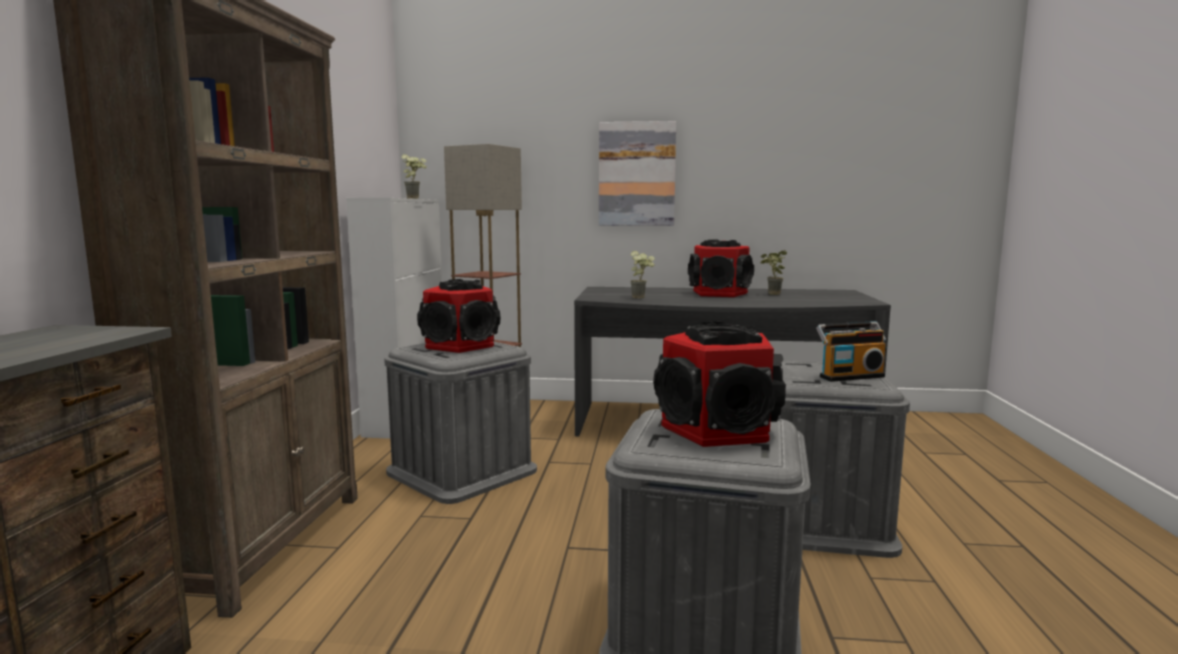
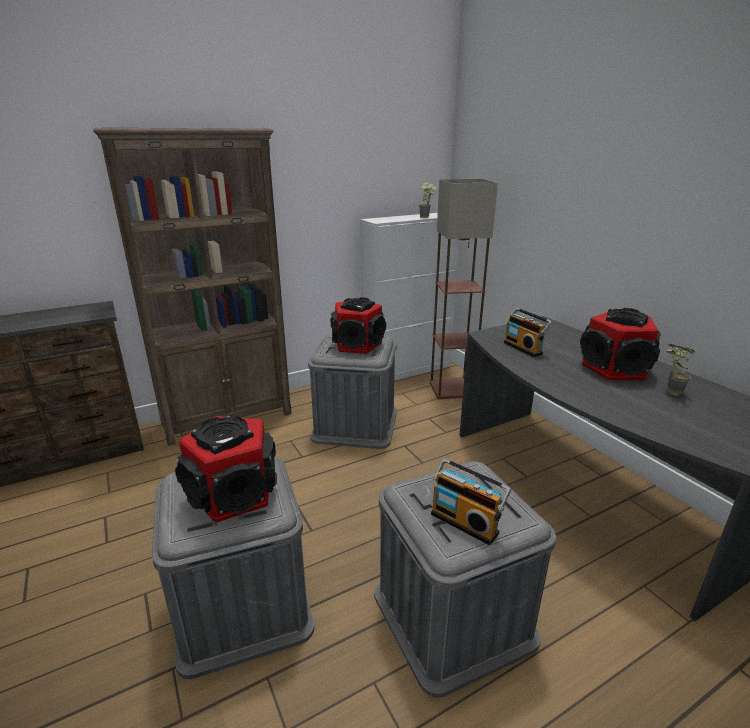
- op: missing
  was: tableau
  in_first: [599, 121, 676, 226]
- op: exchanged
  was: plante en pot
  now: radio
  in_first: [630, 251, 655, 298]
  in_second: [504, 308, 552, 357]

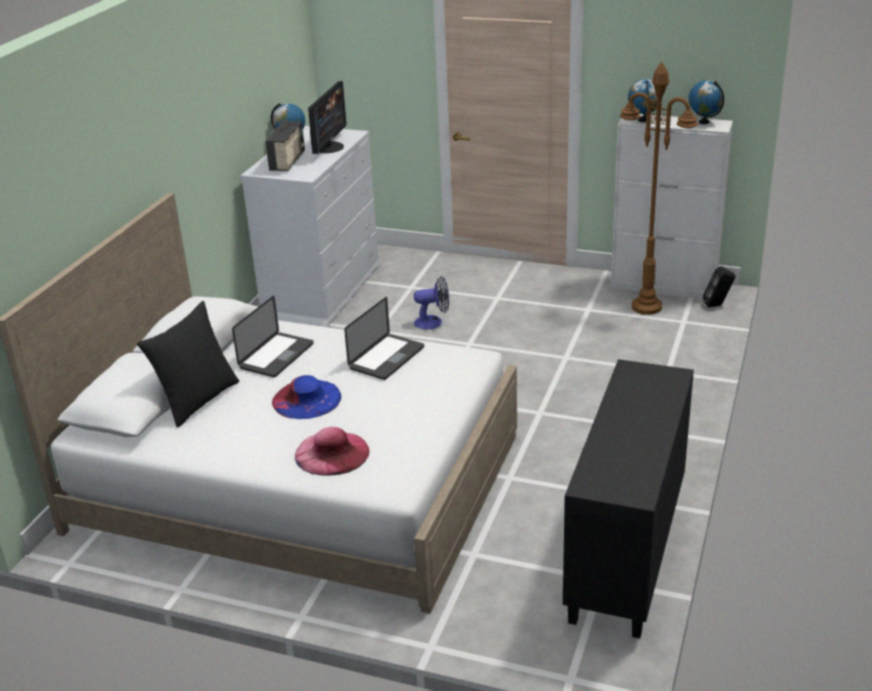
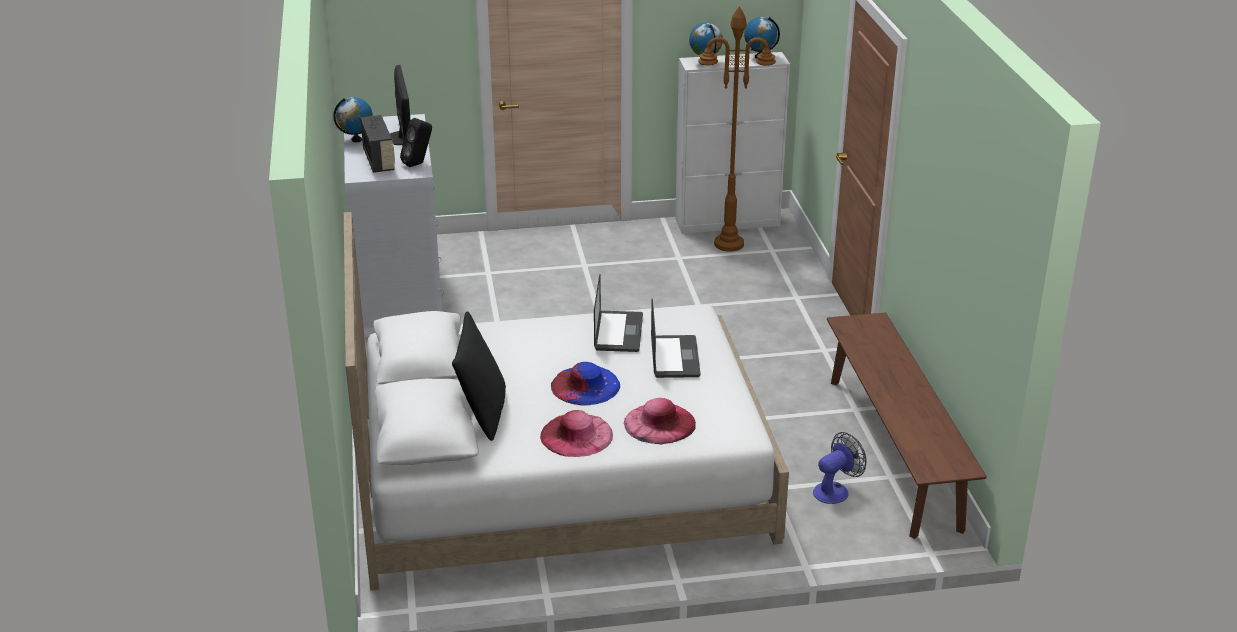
- op: appeared
  now: chapeau (rose)
  in_second: [540, 410, 613, 457]
- op: relocated
  was: ordinateur portable
  in_first: [232, 296, 314, 377]
  in_second: [651, 298, 700, 378]
- op: relocated
  was: ventilateur
  in_first: [414, 276, 449, 329]
  in_second: [813, 432, 866, 504]
- op: relocated
  was: enceinte (noir)
  in_first: [703, 266, 735, 307]
  in_second: [400, 118, 432, 167]
- op: exchanged
  was: meuble de rangement (noir)
  now: banc (marron)
  in_first: [563, 359, 694, 639]
  in_second: [827, 313, 987, 539]

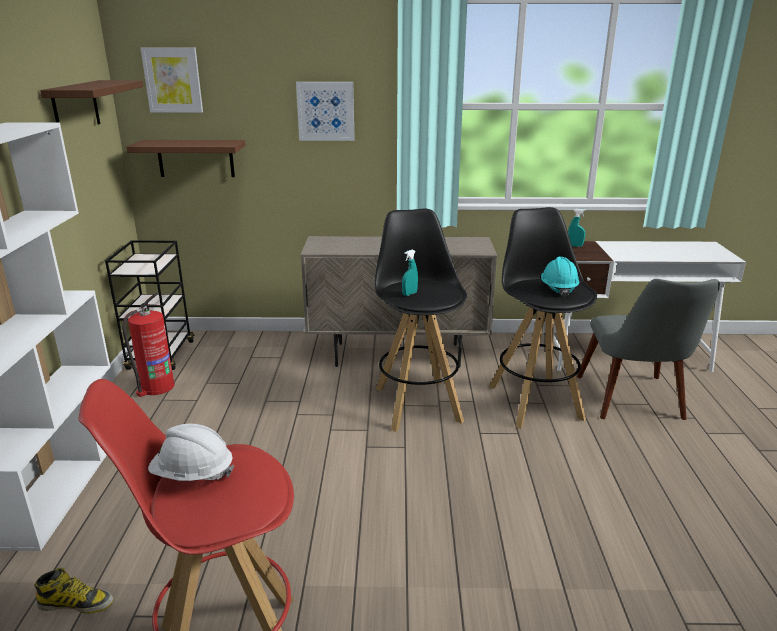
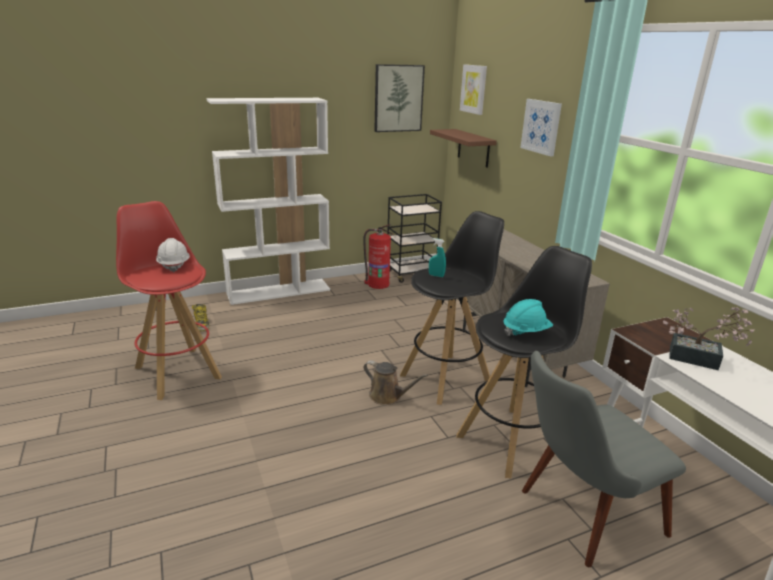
- op: missing
  was: vaporisateur (turquoise)
  in_first: [568, 209, 586, 247]
- op: appeared
  now: arrosoir (marron)
  in_second: [364, 361, 428, 405]
- op: appeared
  now: plante en pot
  in_second: [663, 307, 754, 370]
- op: exchanged
  was: étagère (marron)
  now: tableau
  in_first: [40, 80, 143, 124]
  in_second: [374, 64, 425, 132]

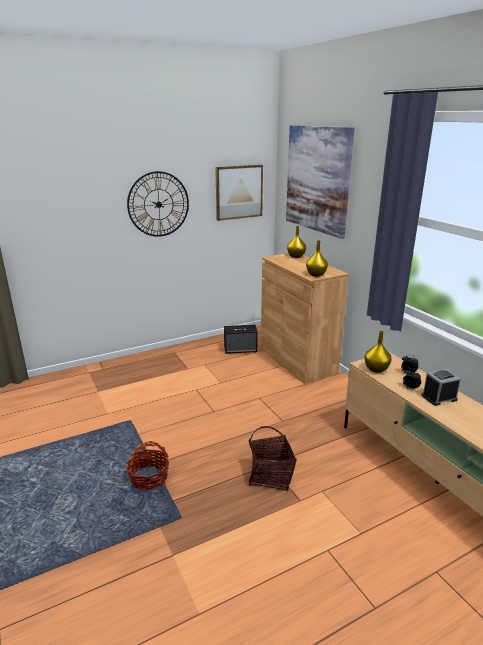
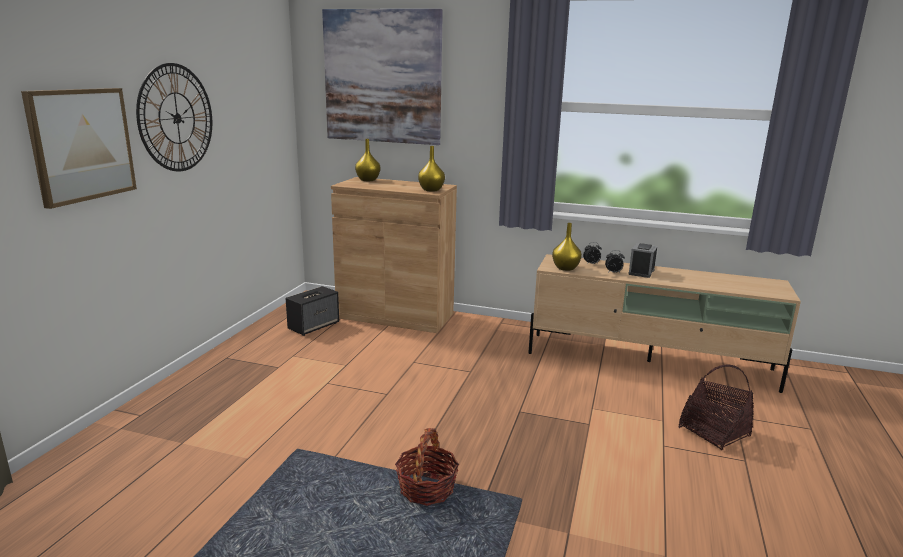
- op: relocated
  was: tableau
  in_first: [215, 165, 263, 221]
  in_second: [21, 88, 137, 209]
- op: relocated
  was: panier
  in_first: [248, 426, 297, 490]
  in_second: [679, 365, 754, 450]

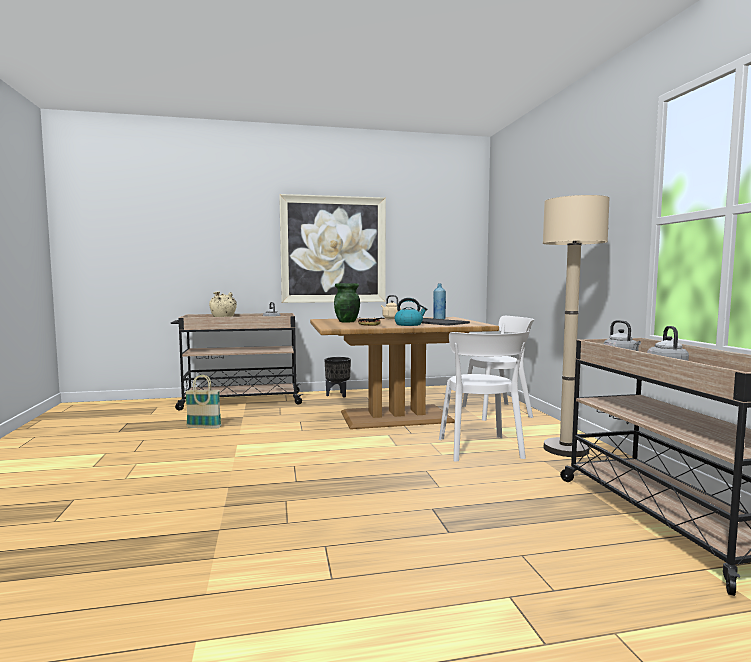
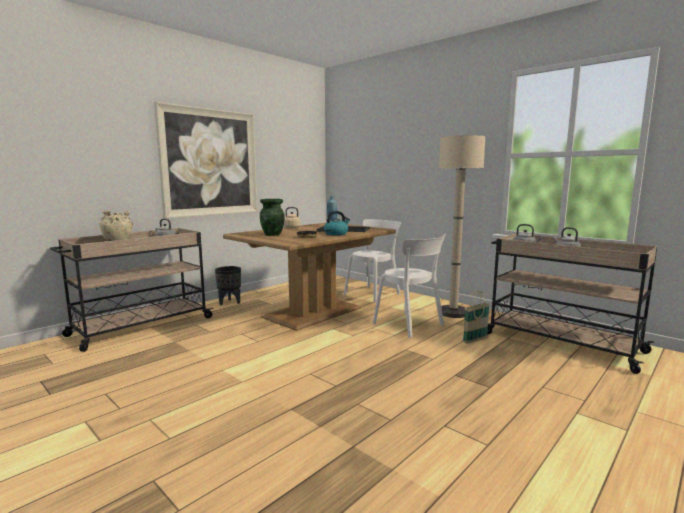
- op: relocated
  was: panier
  in_first: [185, 375, 222, 429]
  in_second: [463, 291, 489, 343]

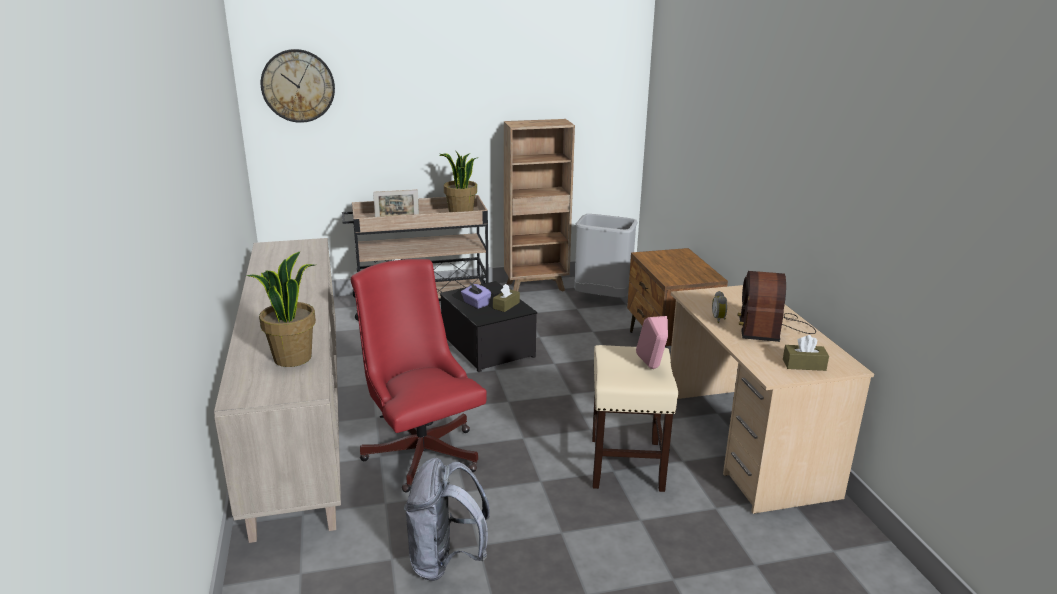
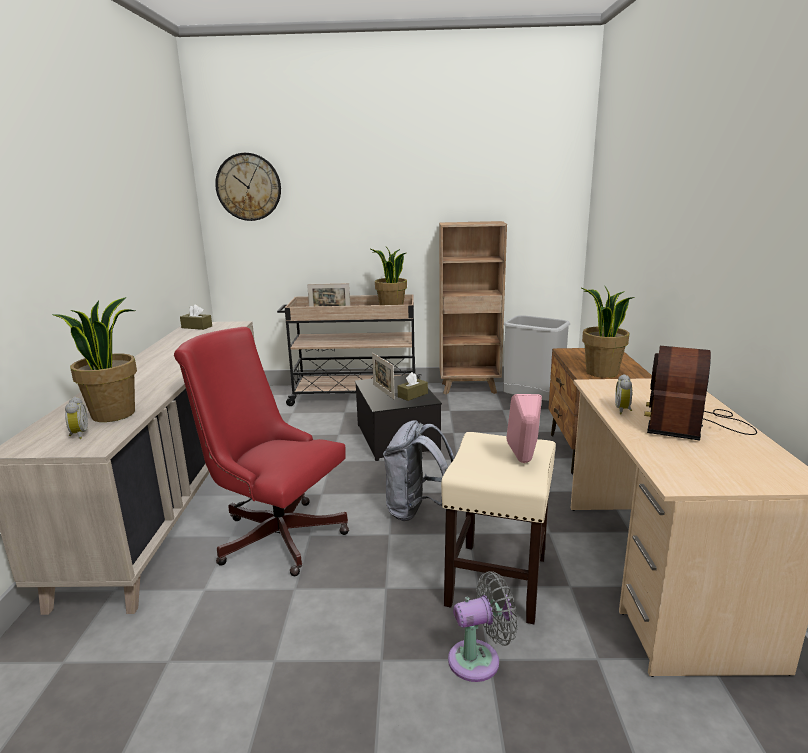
- op: appeared
  now: réveil
  in_second: [65, 397, 88, 439]
- op: appeared
  now: ventilateur (gris)
  in_second: [448, 571, 518, 682]
- op: appeared
  now: plante en pot
  in_second: [580, 285, 635, 378]
- op: relocated
  was: sac à dos (gris)
  in_first: [404, 458, 490, 581]
  in_second: [383, 420, 454, 521]
- op: relocated
  was: boîte à mouchoirs (marron)
  in_first: [783, 335, 829, 371]
  in_second: [180, 304, 212, 330]
- op: exchanged
  was: boîte à mouchoirs (violet)
  now: cadre photo
  in_first: [461, 283, 491, 309]
  in_second: [372, 353, 395, 399]
- op: spun
  was: chaise de bureau (rouge)
  in_first: [351, 259, 487, 492]
  in_second: [174, 327, 349, 576]
  clockwise: -45

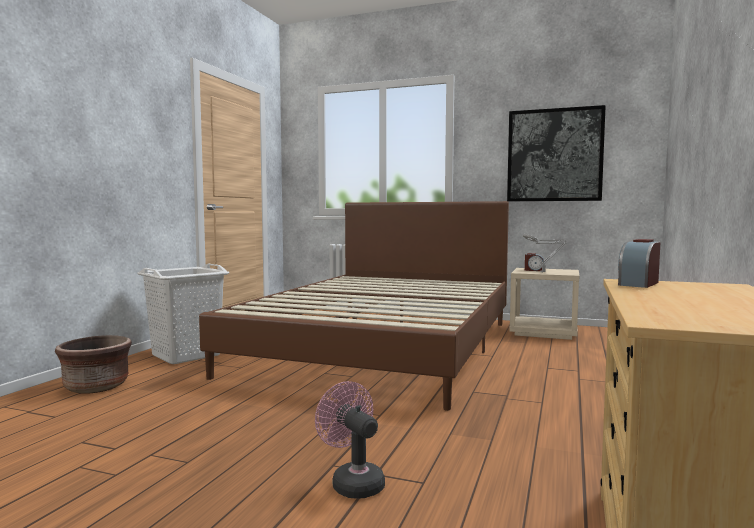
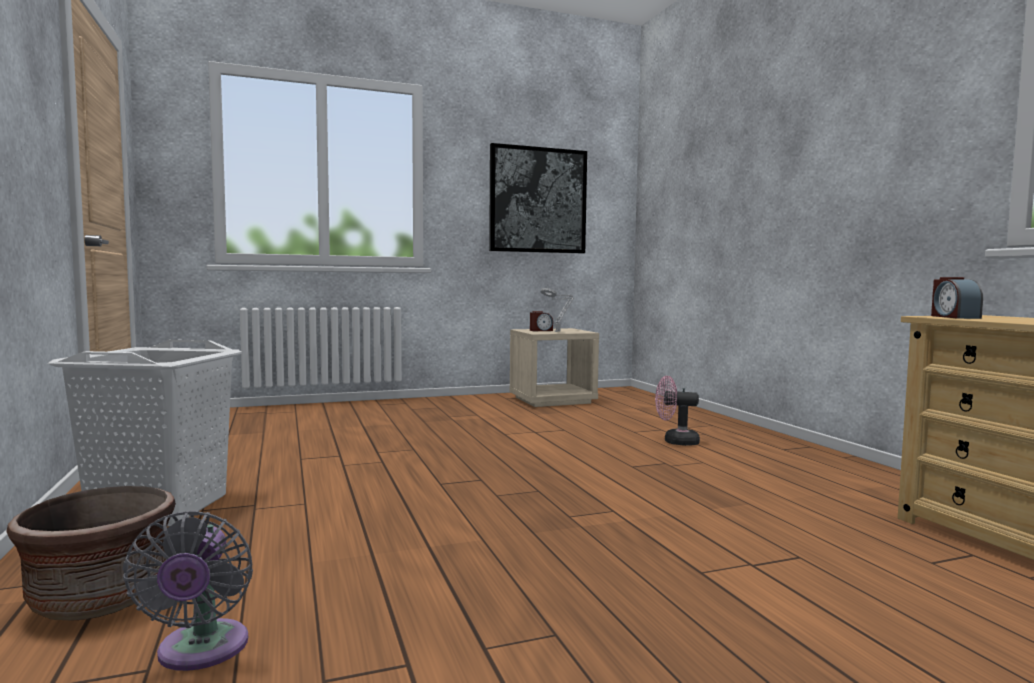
- op: missing
  was: lit (marron)
  in_first: [199, 201, 509, 411]
- op: appeared
  now: ventilateur (gris)
  in_second: [122, 510, 253, 671]
- op: relocated
  was: ventilateur (rose)
  in_first: [315, 381, 385, 499]
  in_second: [655, 376, 700, 446]

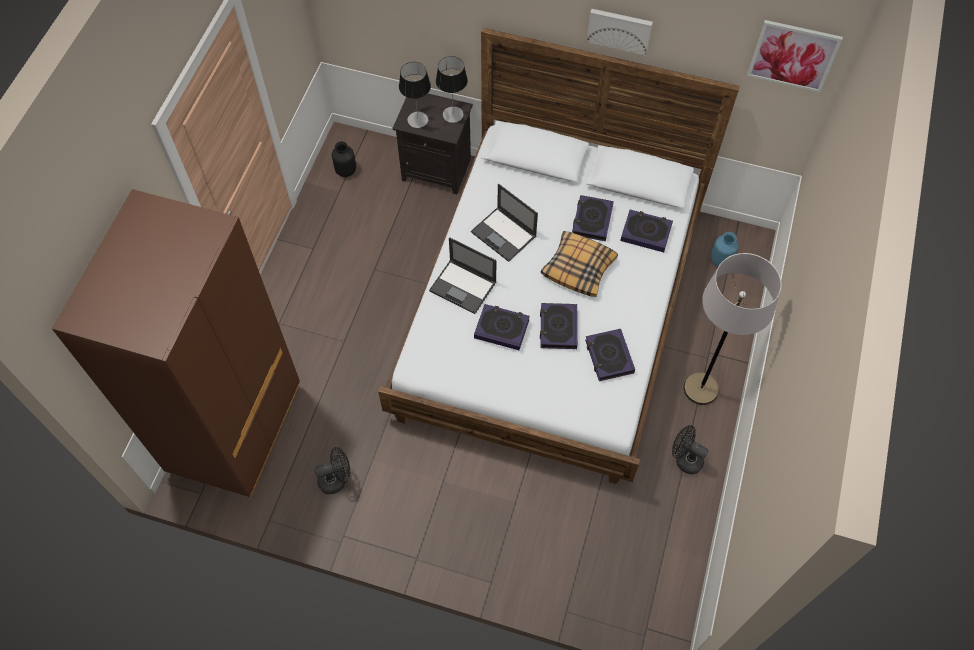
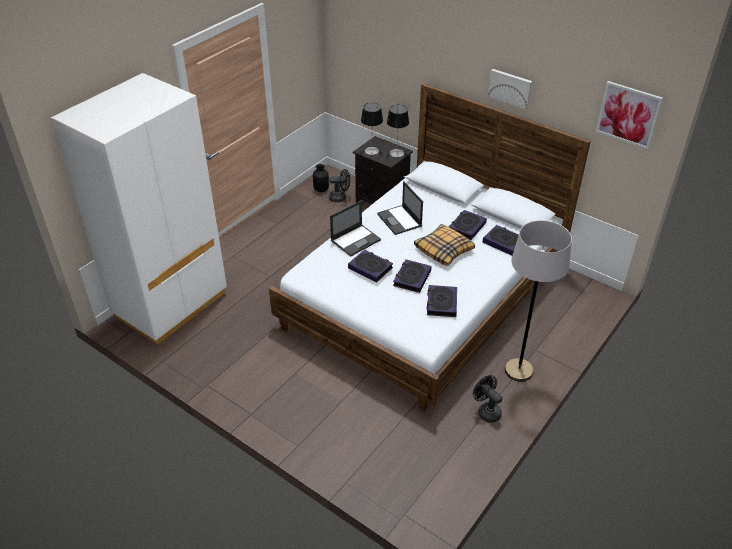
- op: missing
  was: vase (bleu)
  in_first: [711, 232, 739, 266]
- op: relocated
  was: ventilateur (noir)
  in_first: [314, 447, 350, 494]
  in_second: [329, 169, 350, 202]
- op: colour
  was: armoire (marron)
  now: armoire (blanc)
  in_first: [52, 189, 300, 498]
  in_second: [51, 73, 227, 345]
- op: spun
  was: ordinateur portable
  in_first: [429, 237, 497, 314]
  in_second: [330, 200, 381, 256]
  clockwise: -90

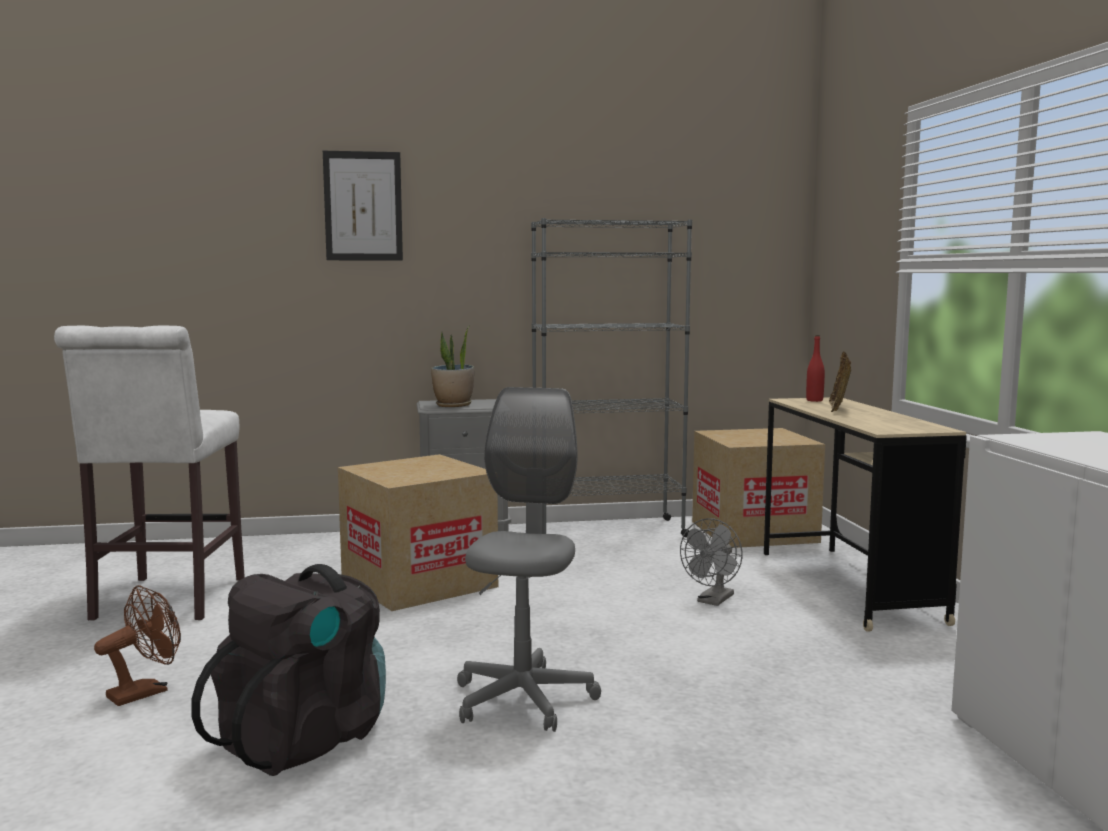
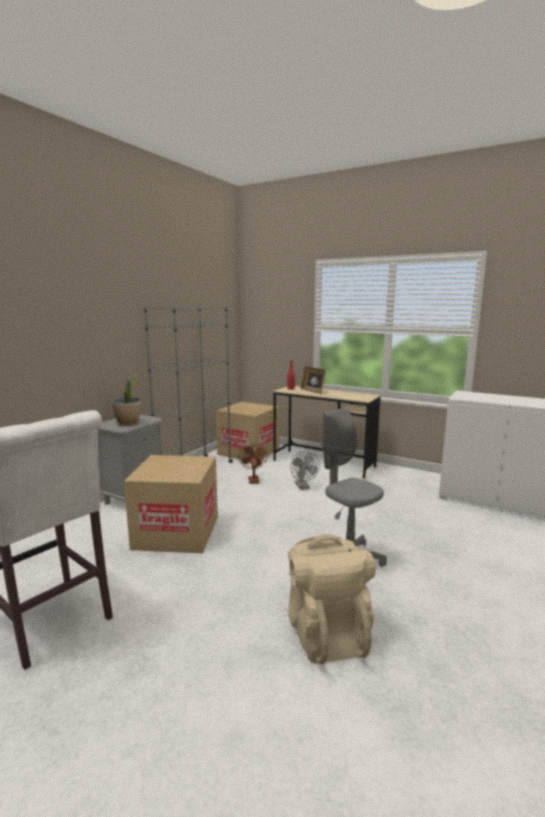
- op: missing
  was: tableau
  in_first: [323, 151, 403, 261]
- op: relocated
  was: ventilateur (marron)
  in_first: [94, 585, 181, 706]
  in_second: [238, 444, 268, 484]
- op: colour
  was: sac à dos (noir)
  now: sac à dos (beige)
  in_first: [191, 564, 386, 776]
  in_second: [288, 534, 376, 664]

